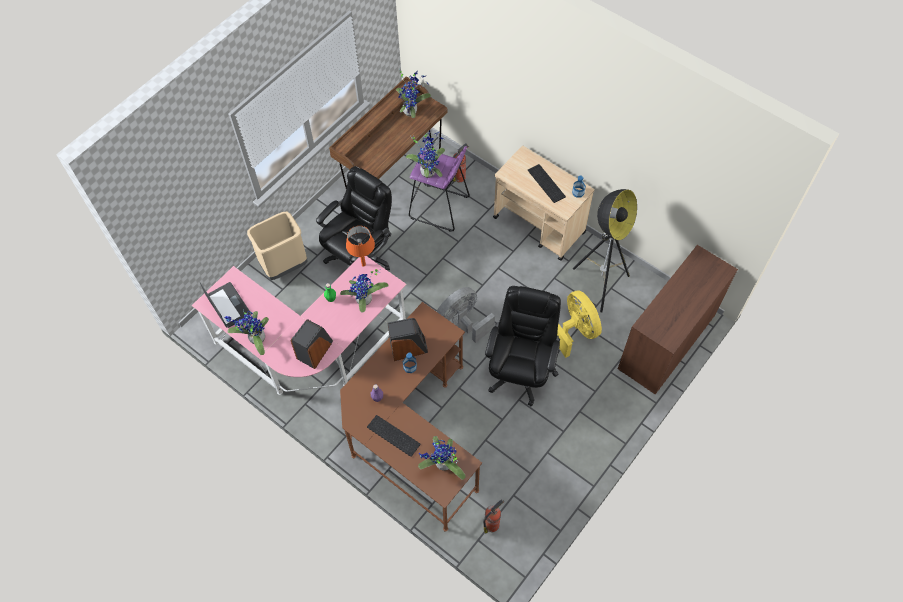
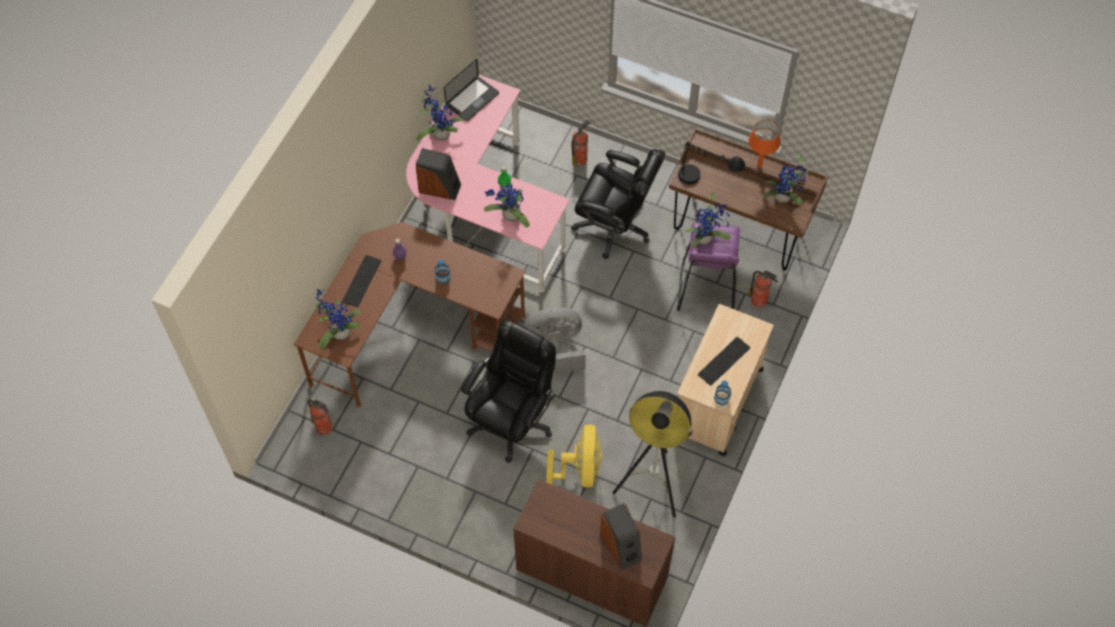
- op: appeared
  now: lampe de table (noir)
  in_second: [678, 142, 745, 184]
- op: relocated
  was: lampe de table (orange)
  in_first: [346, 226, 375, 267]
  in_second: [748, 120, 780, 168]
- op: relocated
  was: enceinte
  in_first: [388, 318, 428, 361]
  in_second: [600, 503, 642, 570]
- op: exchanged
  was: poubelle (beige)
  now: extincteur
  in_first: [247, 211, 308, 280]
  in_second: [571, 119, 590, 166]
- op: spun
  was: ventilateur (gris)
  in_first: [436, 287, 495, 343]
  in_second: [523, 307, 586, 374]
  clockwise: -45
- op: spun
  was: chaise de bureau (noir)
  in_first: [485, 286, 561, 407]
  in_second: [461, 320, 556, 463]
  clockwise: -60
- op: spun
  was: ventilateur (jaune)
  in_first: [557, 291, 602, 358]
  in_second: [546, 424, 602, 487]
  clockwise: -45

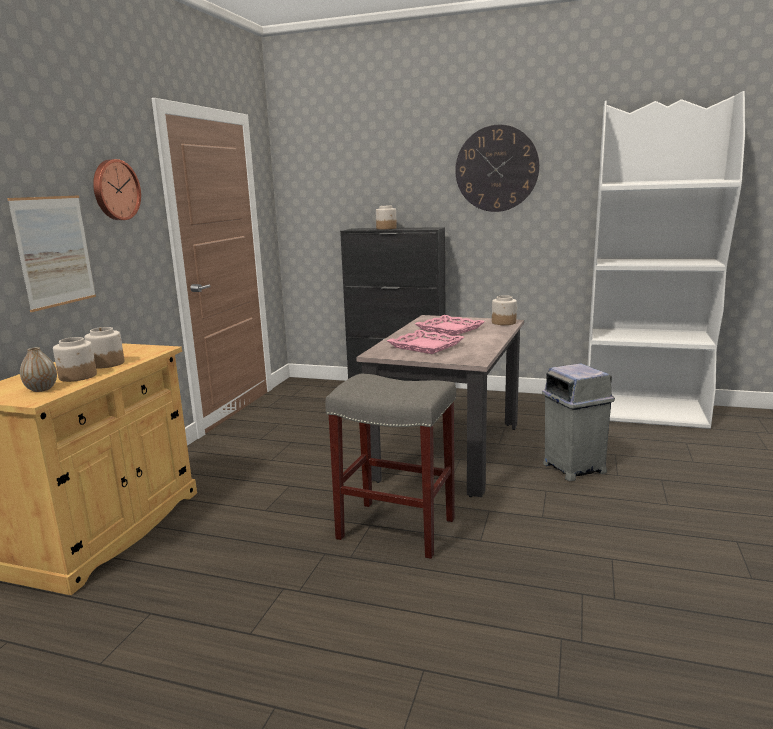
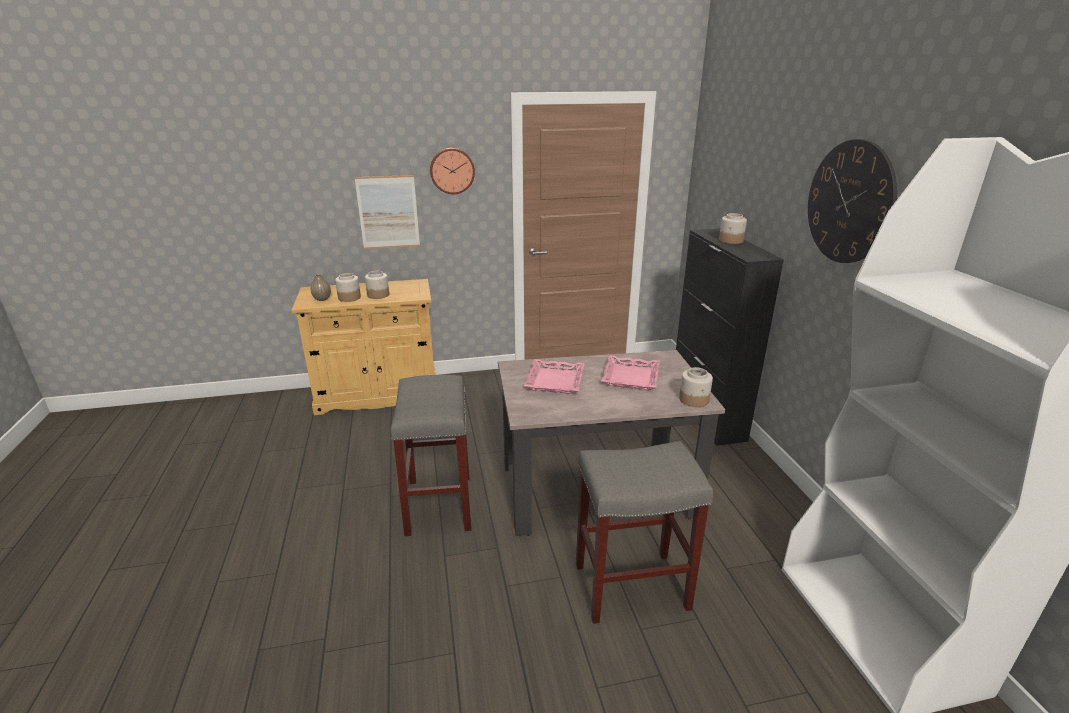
- op: exchanged
  was: poubelle (gris)
  now: tabouret (gris)
  in_first: [542, 363, 615, 481]
  in_second: [576, 441, 713, 624]

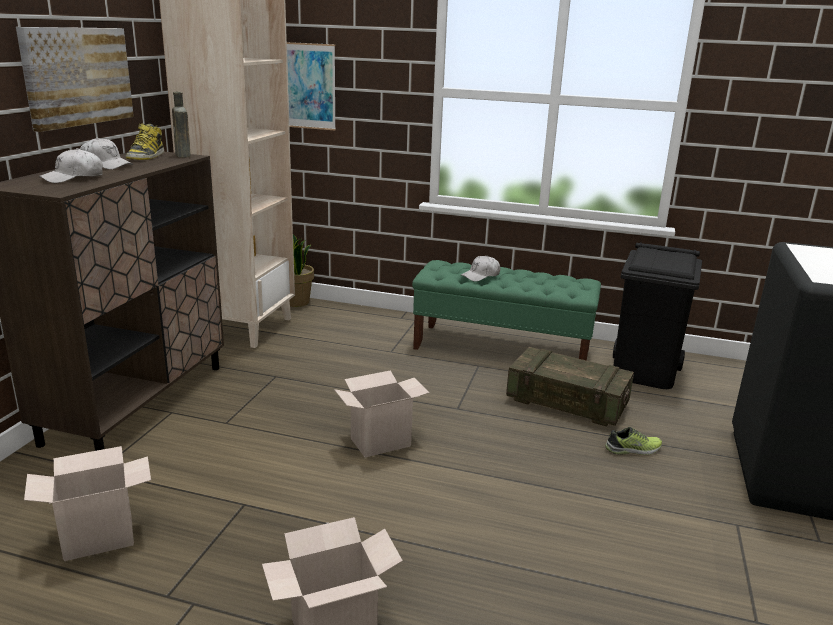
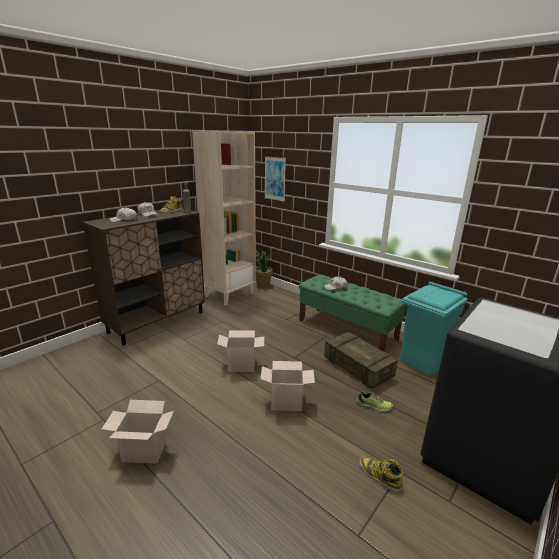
- op: missing
  was: tableau
  in_first: [16, 27, 134, 132]
- op: appeared
  now: botte
  in_second: [359, 457, 403, 492]
- op: relocated
  was: carton
  in_first: [24, 446, 151, 561]
  in_second: [261, 361, 315, 411]
- op: colour
  was: poubelle (noir)
  now: poubelle (turquoise)
  in_first: [613, 242, 702, 389]
  in_second: [400, 282, 468, 375]

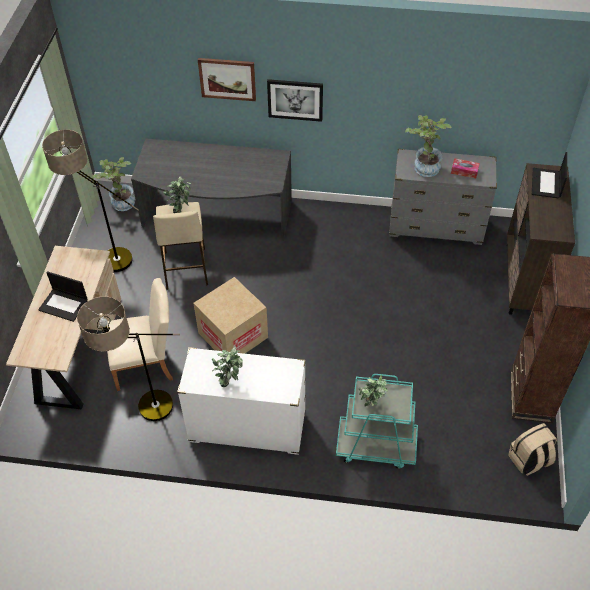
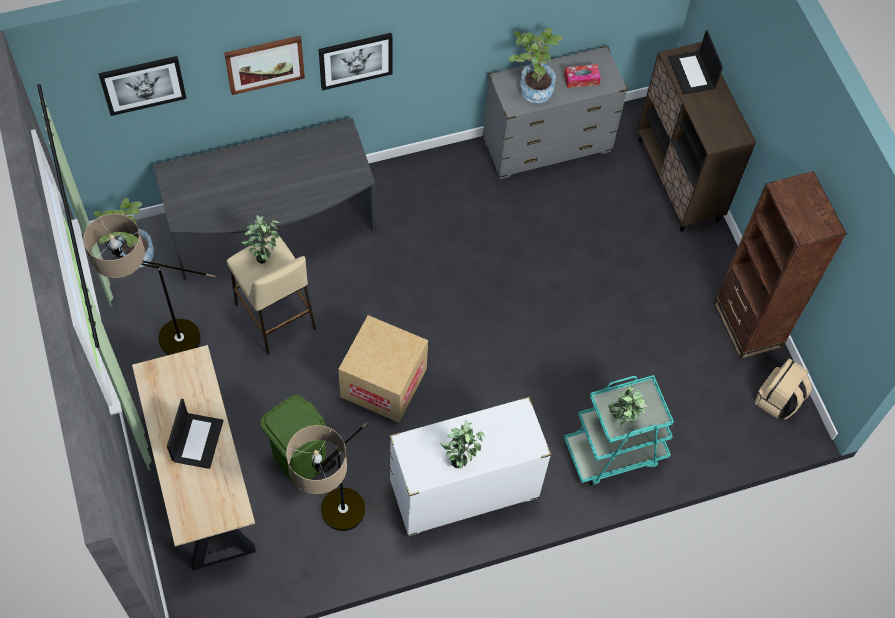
- op: appeared
  now: tableau
  in_second: [98, 56, 187, 116]
- op: exchanged
  was: chaise (beige)
  now: poubelle (vert)
  in_first: [107, 278, 173, 391]
  in_second: [261, 395, 336, 485]
- op: spun
  was: ordinateur portable
  in_first: [38, 271, 87, 322]
  in_second: [167, 398, 224, 469]
  clockwise: -75

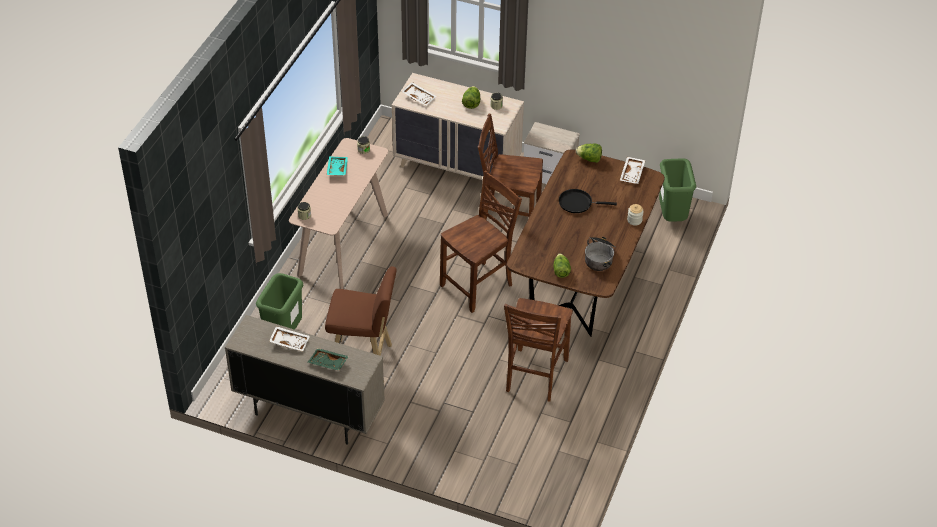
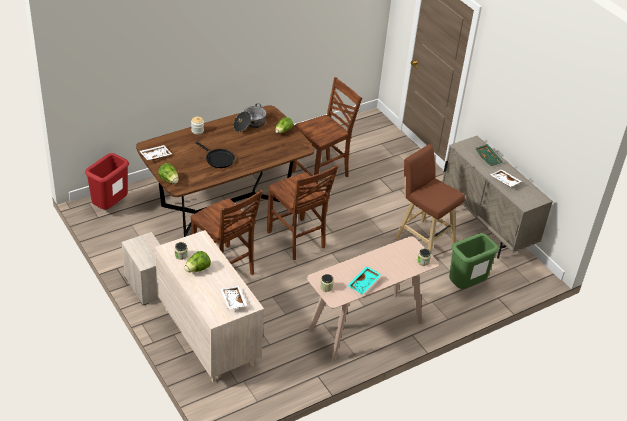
- op: colour
  was: poubelle (vert)
  now: poubelle (rouge)
  in_first: [659, 158, 696, 222]
  in_second: [85, 153, 129, 210]
- op: spun
  was: chaise (marron)
  in_first: [440, 170, 522, 313]
  in_second: [267, 165, 338, 260]
  clockwise: -120

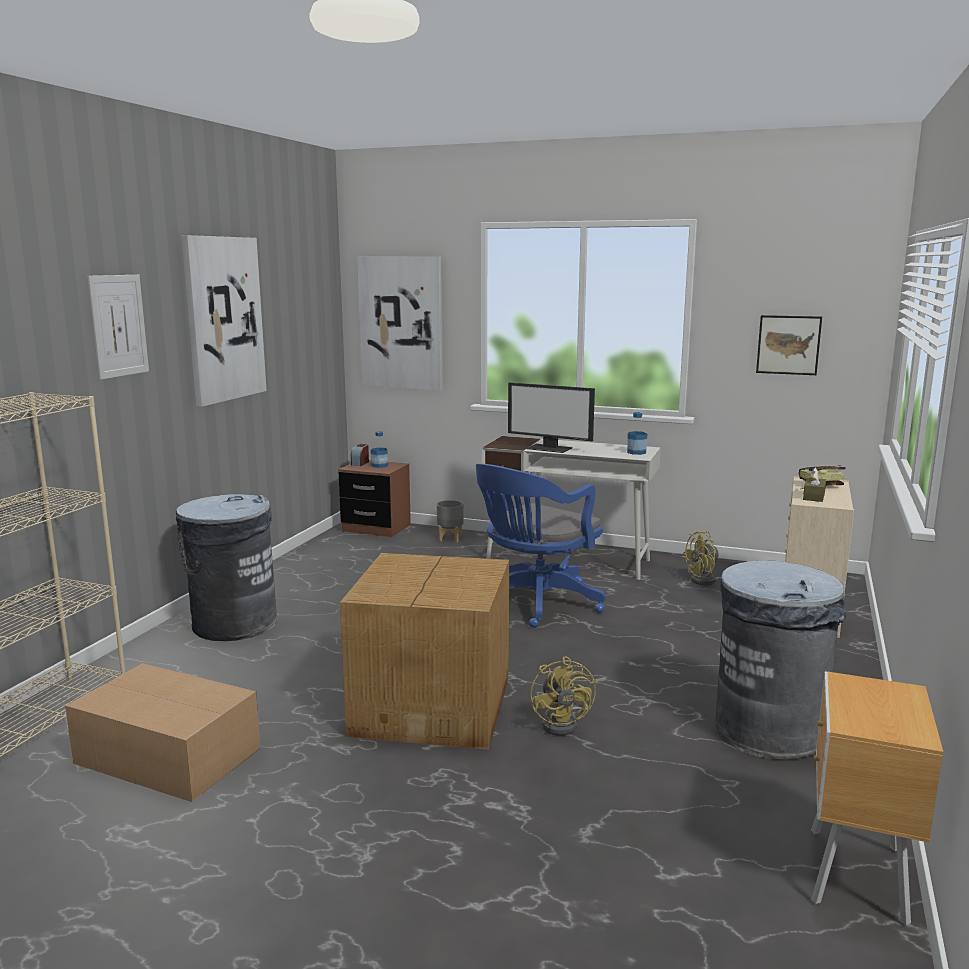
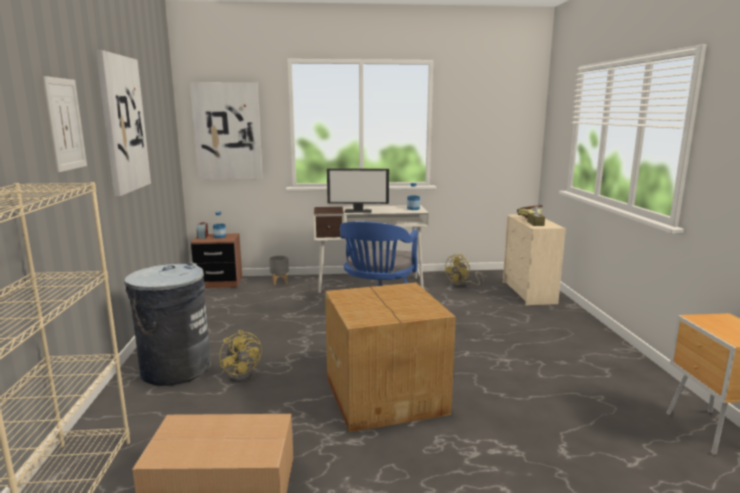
- op: missing
  was: poubelle (gris)
  in_first: [715, 560, 846, 759]
- op: missing
  was: tableau
  in_first: [756, 315, 822, 375]
- op: relocated
  was: ventilateur (jaune)
  in_first: [530, 656, 596, 736]
  in_second: [219, 330, 262, 382]

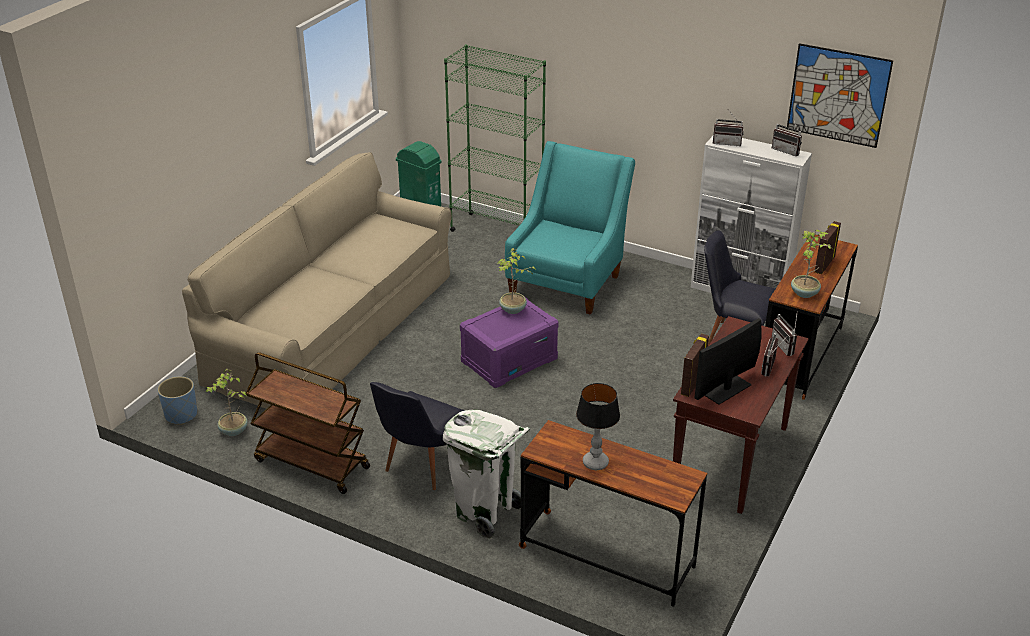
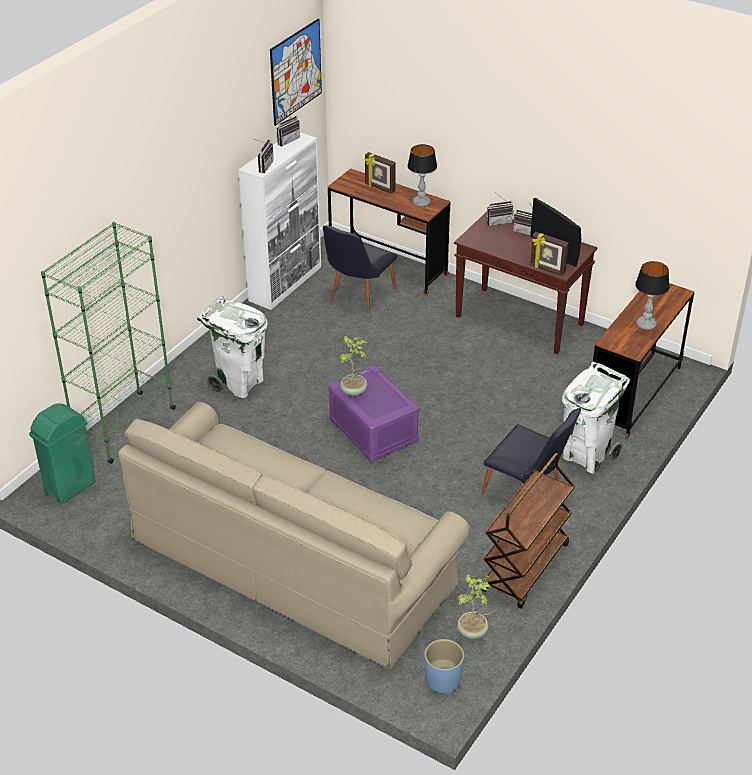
- op: exchanged
  was: fauteuil (turquoise)
  now: poubelle (blanc)
  in_first: [505, 141, 635, 315]
  in_second: [197, 296, 268, 398]
- op: exchanged
  was: plante en pot
  now: lampe de table
  in_first: [791, 229, 831, 298]
  in_second: [408, 144, 437, 207]

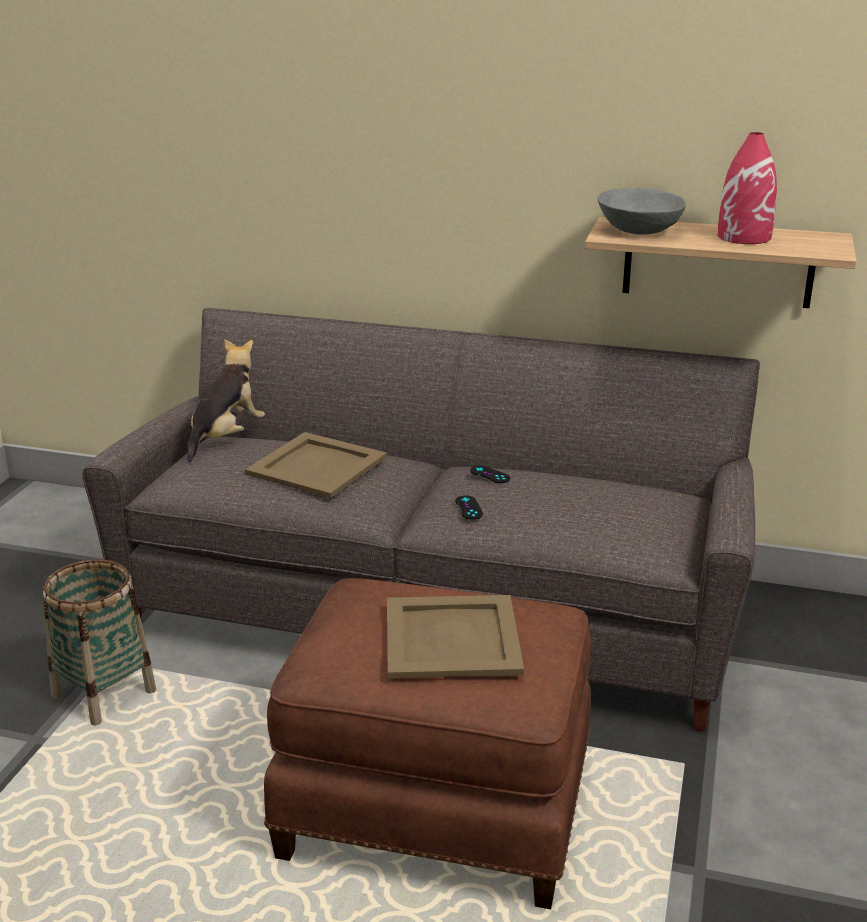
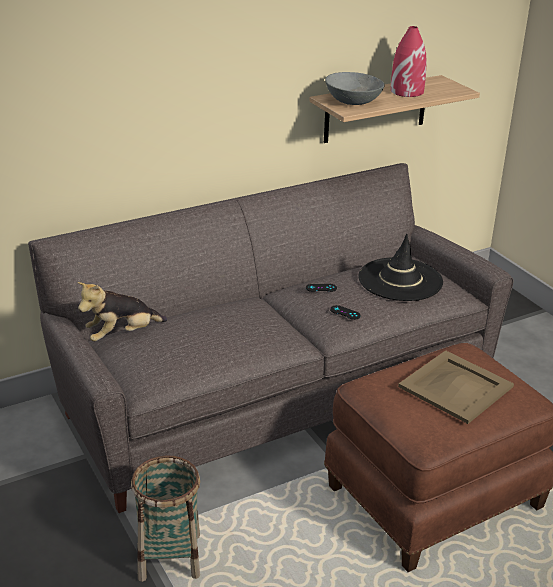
- op: missing
  was: plateau (beige)
  in_first: [245, 432, 387, 498]
- op: appeared
  now: chapeau (noir)
  in_second: [358, 234, 443, 301]
- op: spun
  was: peluche
  in_first: [187, 339, 265, 462]
  in_second: [77, 282, 168, 341]
  clockwise: -105

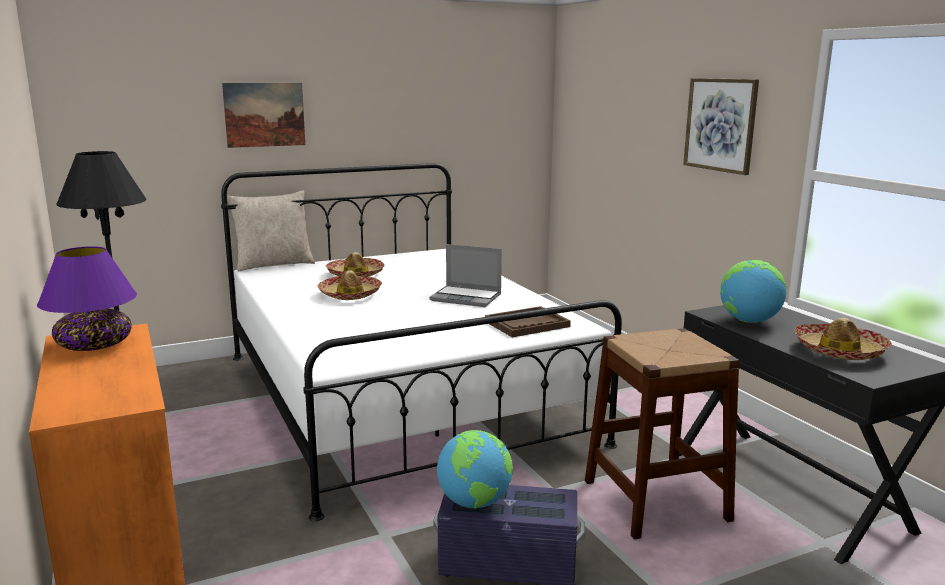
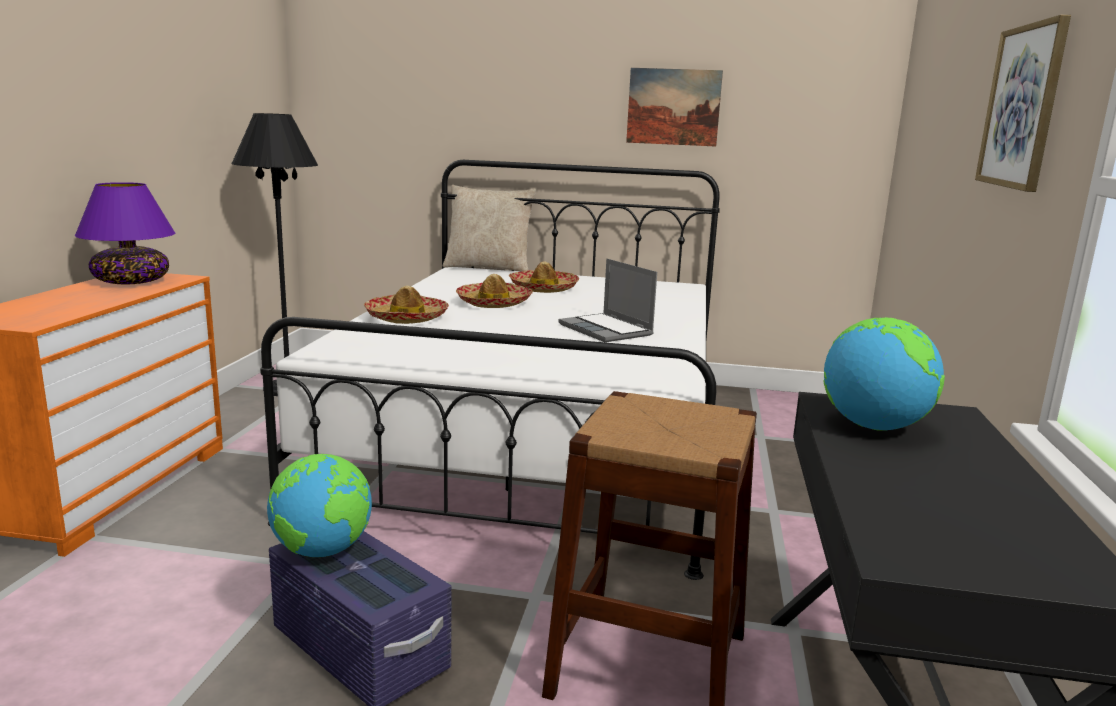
- op: missing
  was: plateau (marron)
  in_first: [485, 306, 571, 337]
- op: relocated
  was: tableau
  in_first: [222, 83, 305, 148]
  in_second: [626, 68, 723, 147]
- op: relocated
  was: chapeau
  in_first: [795, 318, 892, 360]
  in_second: [364, 286, 449, 324]

